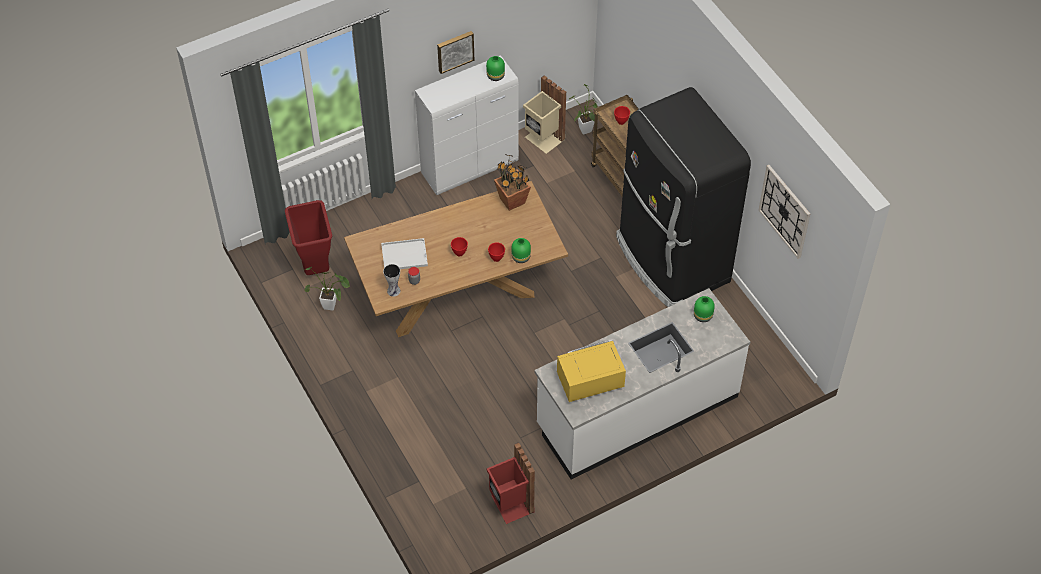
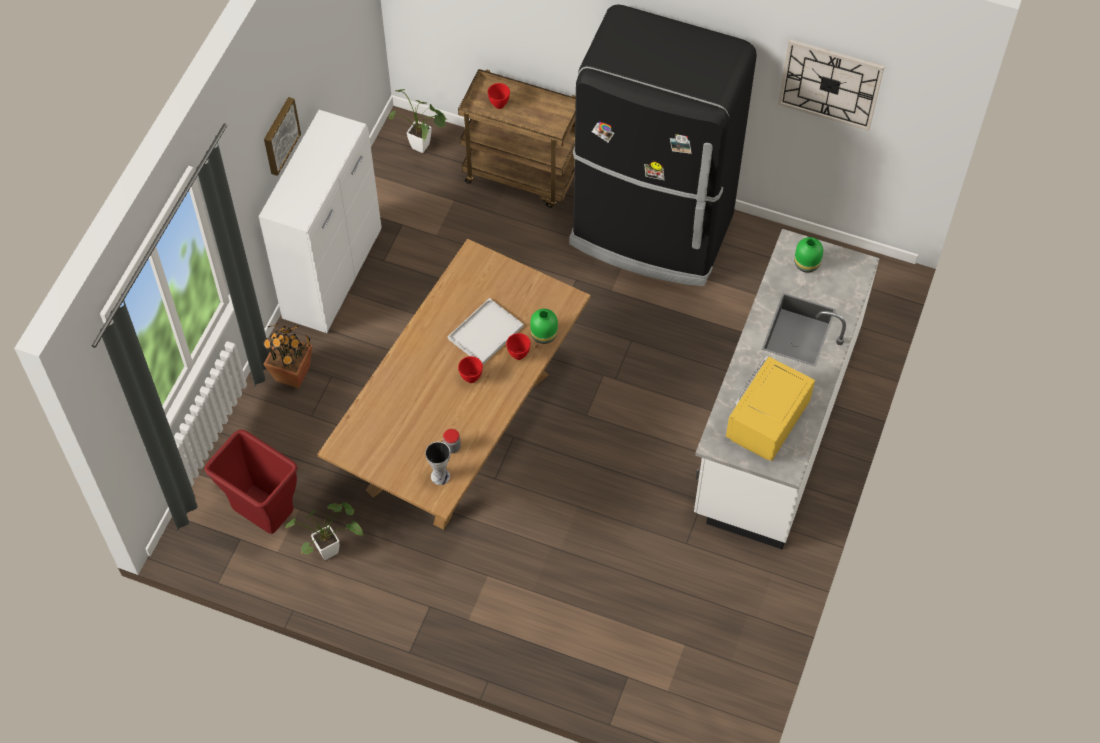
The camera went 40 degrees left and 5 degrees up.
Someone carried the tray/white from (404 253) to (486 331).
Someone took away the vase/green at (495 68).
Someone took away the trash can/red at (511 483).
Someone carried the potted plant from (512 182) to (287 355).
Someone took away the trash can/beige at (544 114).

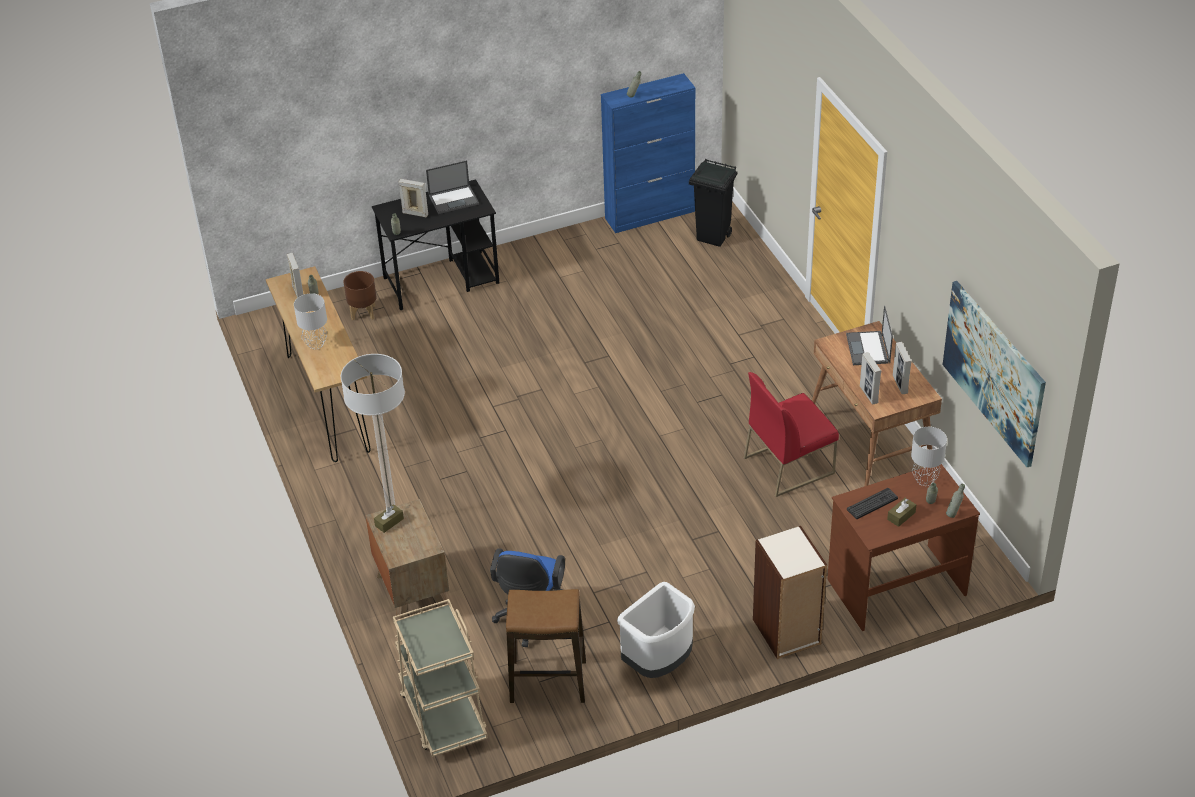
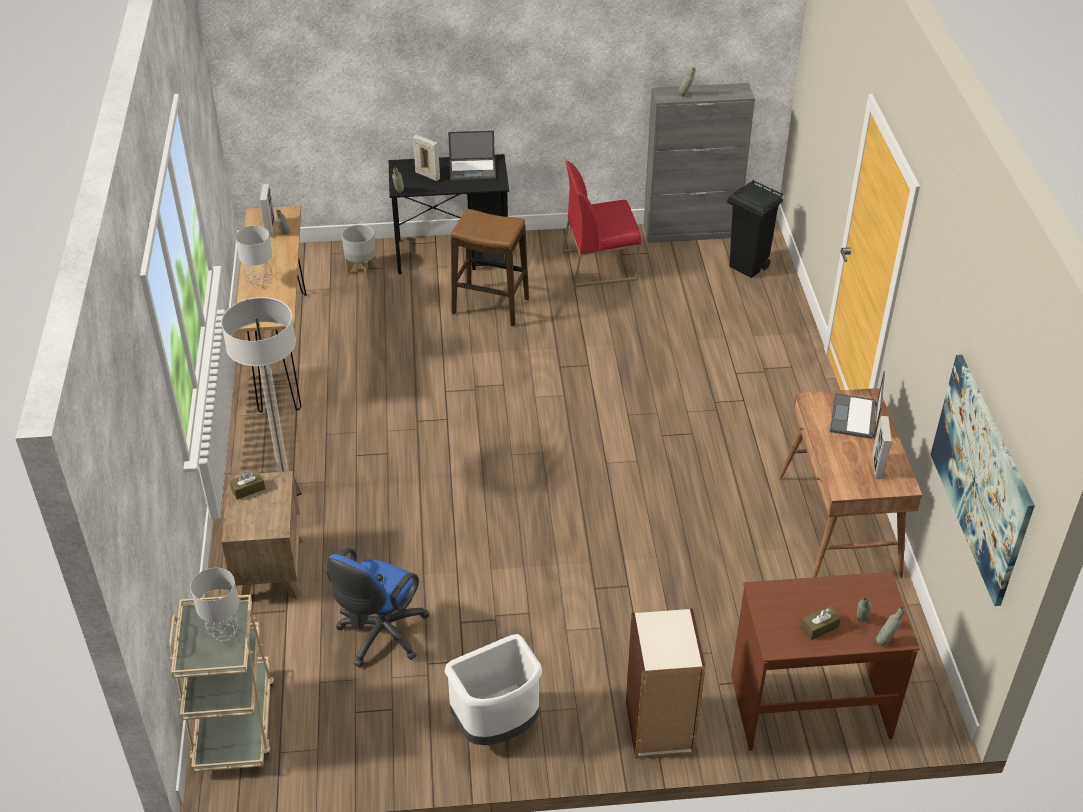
The camera went 15 degrees right and 0 degrees up.
Someone repainted the planter/brown at (360 295), which became the planter/grey at (359 251).
Someone carried the stool from (546 646) to (490 267).
Someone repainted the cabinet/blue at (648 153), which became the cabinet/grey at (699 163).
Someone carried the chair/red from (791 434) to (602 224).
Someone took away the keyboard at (872 503).
Someone took away the picture frame at (870 378).
Someone carried the table lamp/grey from (929 456) to (215 604).

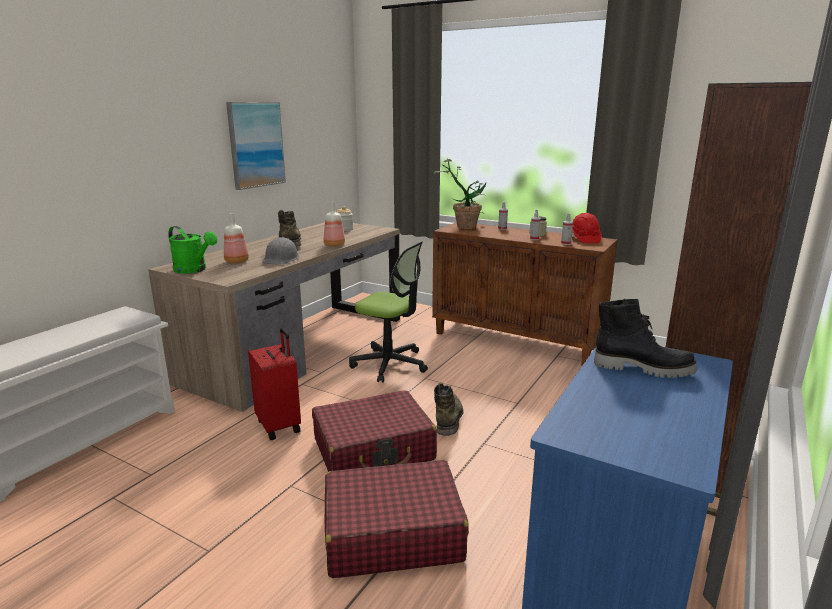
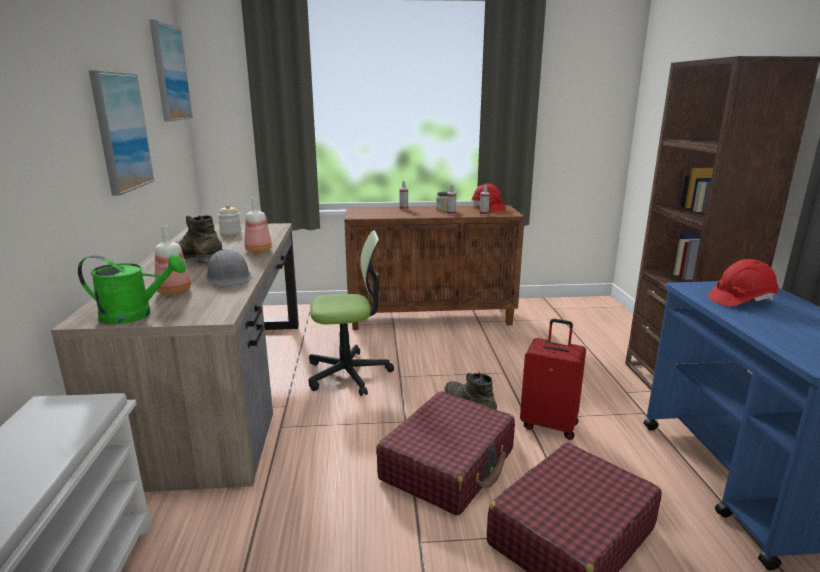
The camera went 35 degrees left and 0 degrees up.
Someone carried the suitcase/red from (274 384) to (553 379).
Someone took away the potted plant at (460 194).
Someone swapped the boot/black at (645 338) for the hard hat/red at (743 282).
Someone put up the picture at (171 70).

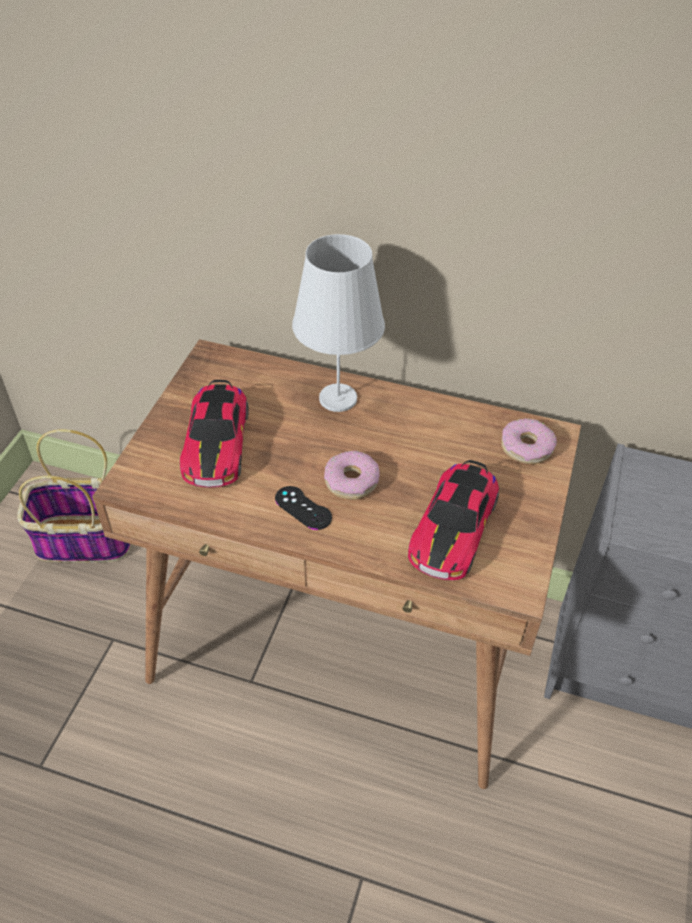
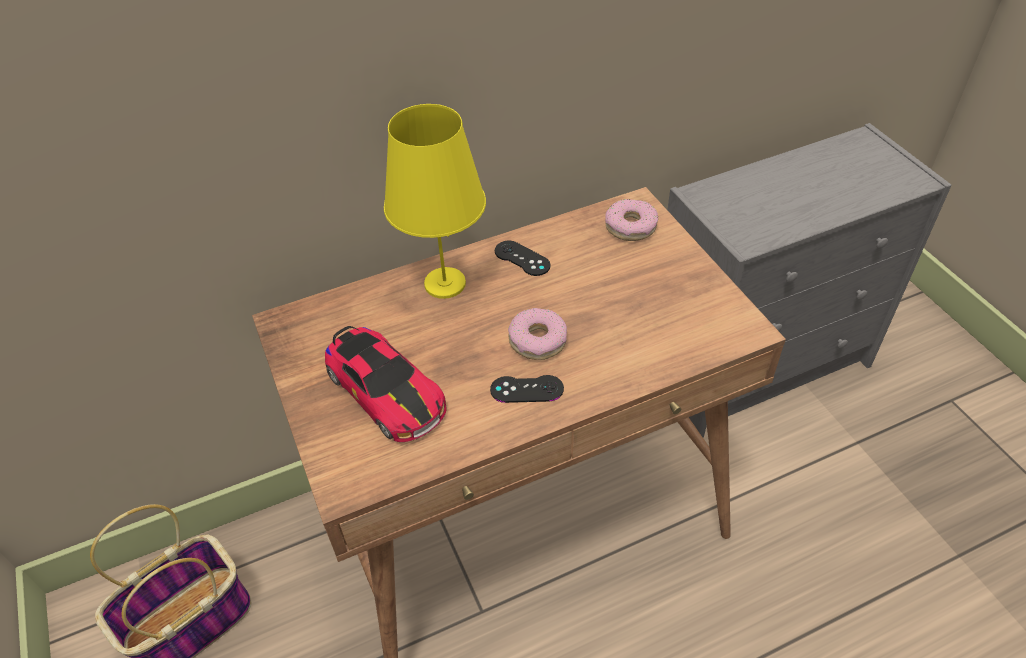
The camera went 40 degrees left and 0 degrees up.
Someone repainted the table lamp/white at (338 323), which became the table lamp/yellow at (435 201).
Someone took away the toy car at (453 520).
Someone put down the game controller/black at (522 258).

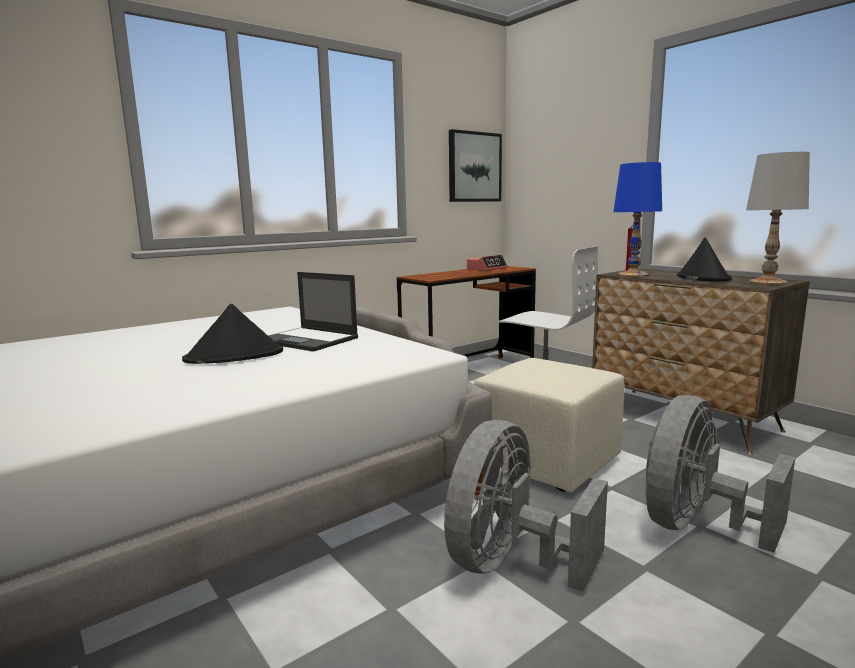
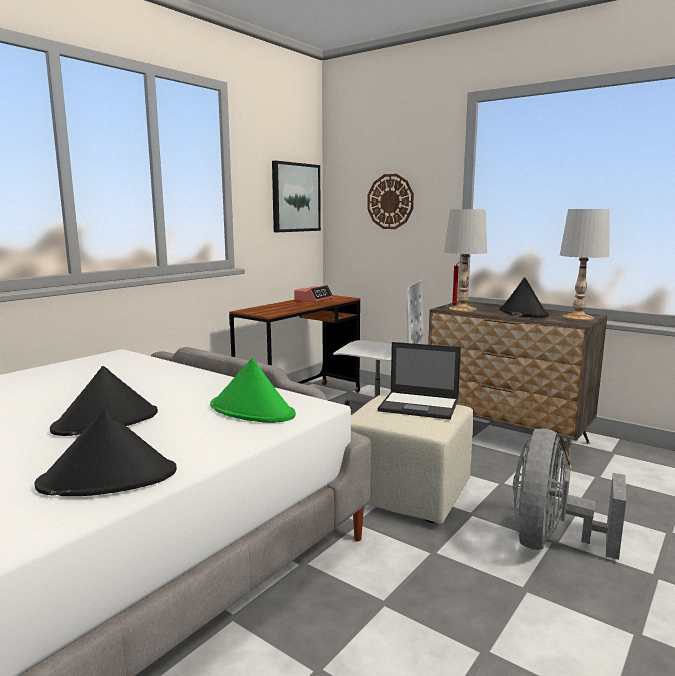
The camera went 15 degrees left and 0 degrees up.
Someone carried the laptop from (313 312) to (419 381).
Someone took away the fan/grey at (526 506).
Someone repainted the table lamp/blue at (637 219), which became the table lamp/white at (465 260).
Someone put down the hat/black at (106 452).
Someone put down the hat/green at (253 390).
Someone put up the wall clock at (390 201).

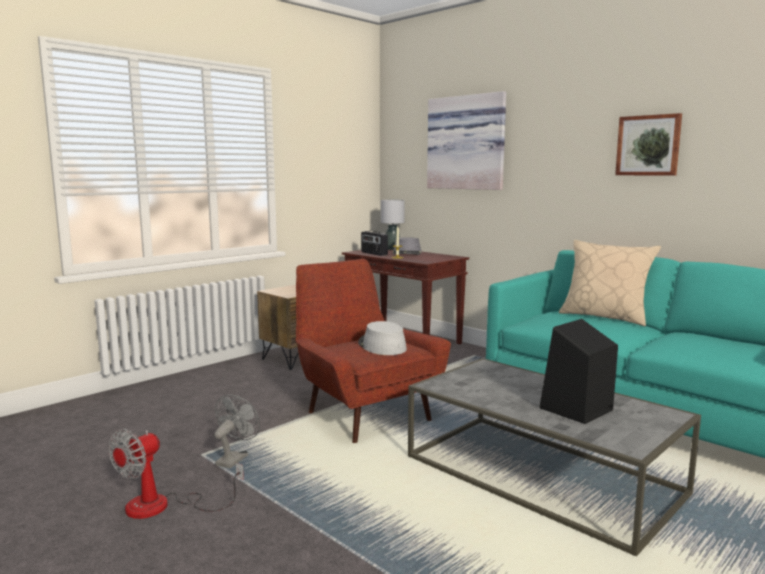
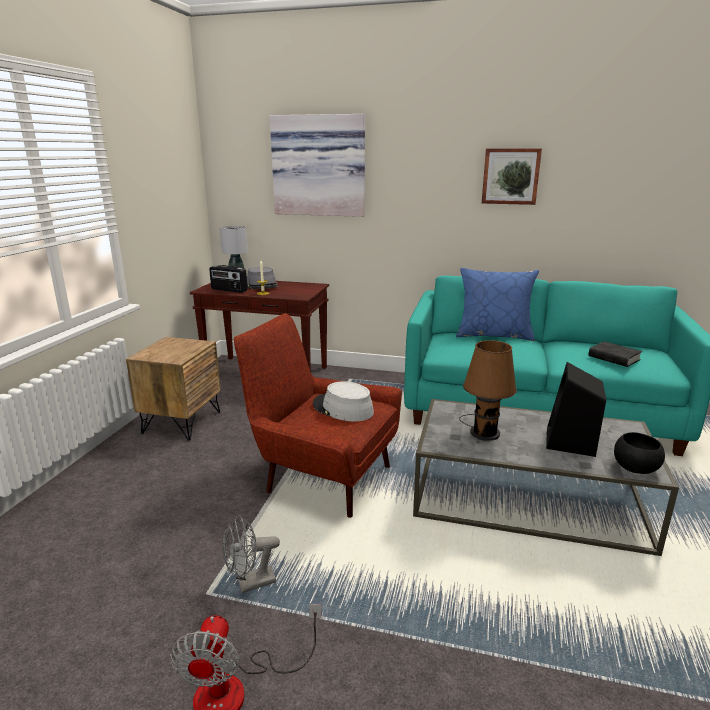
The camera went 30 degrees left and 10 degrees up.
Someone rotated the fan/grey at (237 431) by 105 degrees counterclockwise.
Someone repainted the pillow/beige at (610 283), which became the pillow/blue at (497 304).
Someone put down the table lamp/brown at (488 390).
Someone put down the book/black at (615 354).
Someone put down the bowl/black at (639 453).

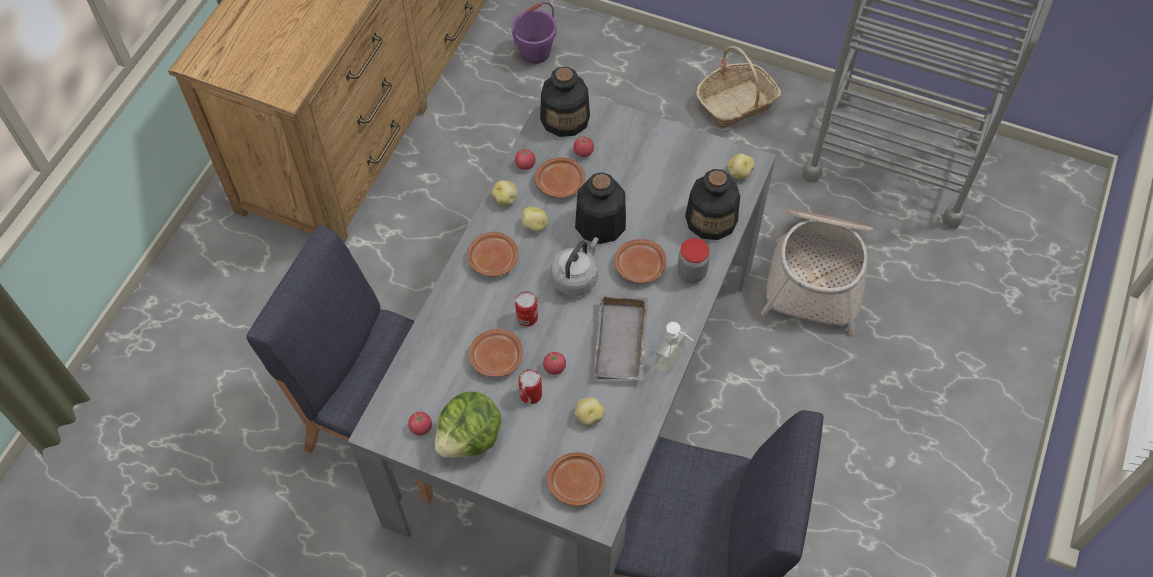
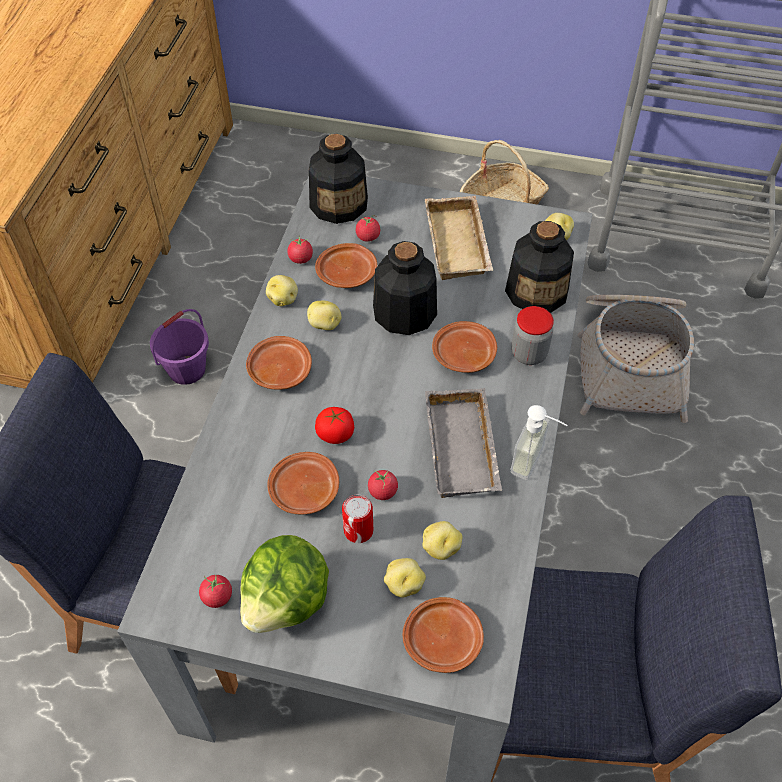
The camera went 10 degrees left and 5 degrees down.
Someone carried the bucket/purple from (534 33) to (179 347).
Someone swapped the can at (526 308) for the tomato at (334 425).
Someone took away the kettle/grey at (575 266).
Someone put down the potato at (405 577).
Someone put down the tray/beige at (459 238).

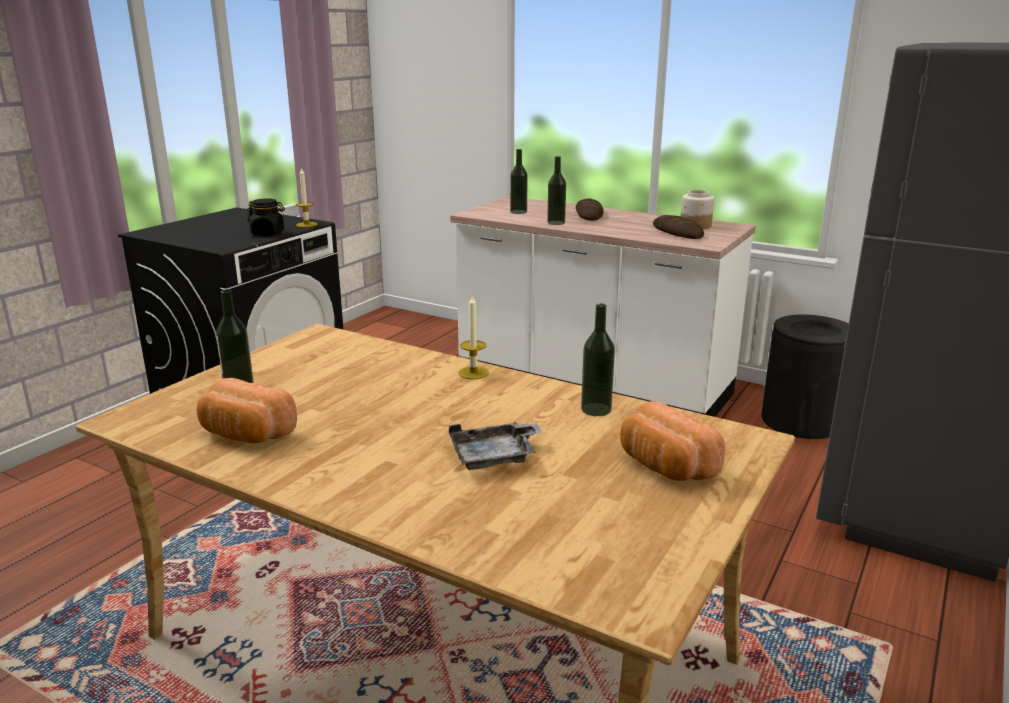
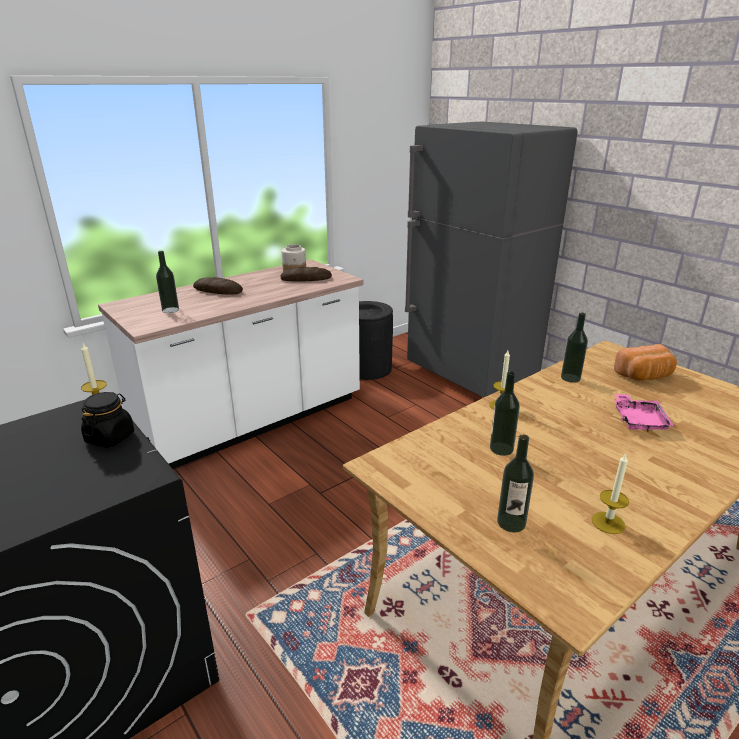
The camera went 70 degrees left and 5 degrees up.
Someone swapped the bread at (247 410) for the candle at (610 493).
Someone repainted the tray/grey at (496 446), which became the tray/pink at (644 413).
Someone carried the bottle from (556 190) to (505 413).

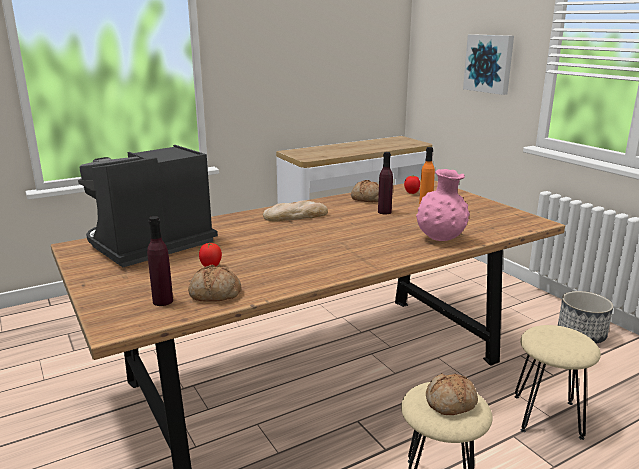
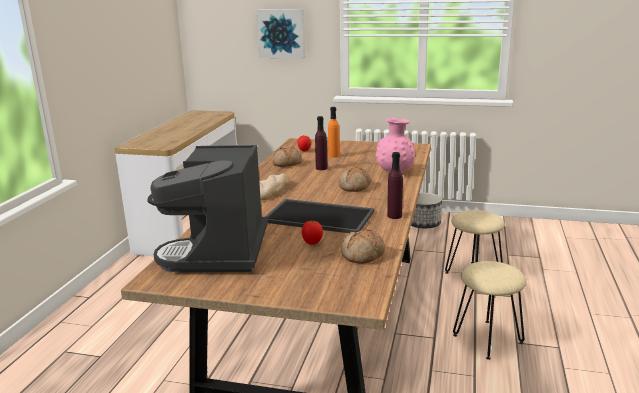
The camera went 45 degrees left and 0 degrees up.
Someone carried the bottle/purple from (160 261) to (395 185).
Someone carried the bread from (452 394) to (354 179).
Someone put down the tray at (319 216).

